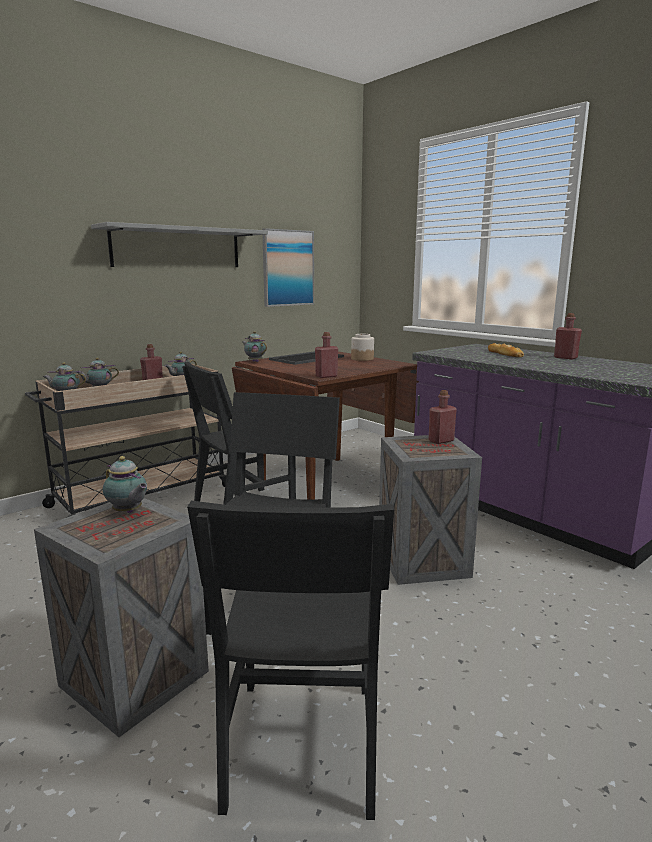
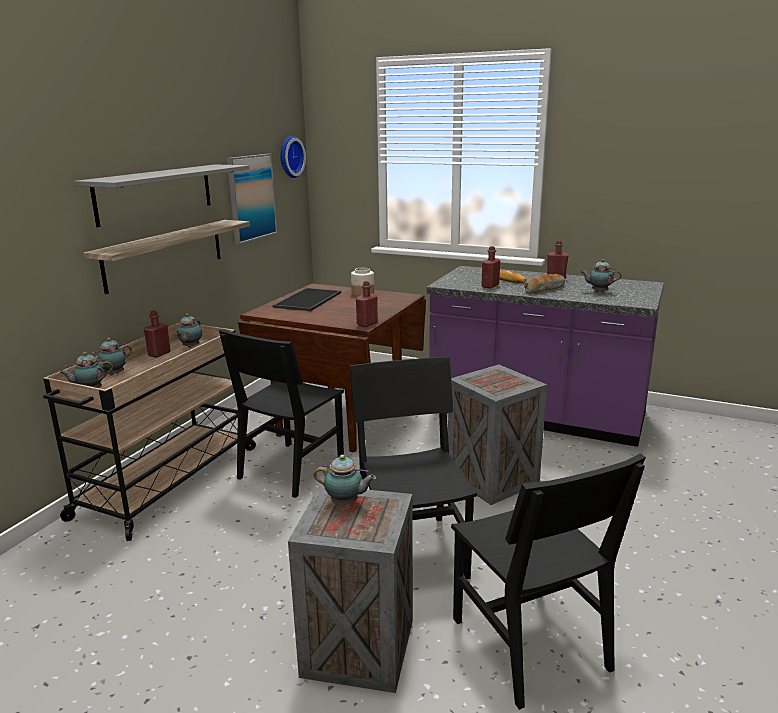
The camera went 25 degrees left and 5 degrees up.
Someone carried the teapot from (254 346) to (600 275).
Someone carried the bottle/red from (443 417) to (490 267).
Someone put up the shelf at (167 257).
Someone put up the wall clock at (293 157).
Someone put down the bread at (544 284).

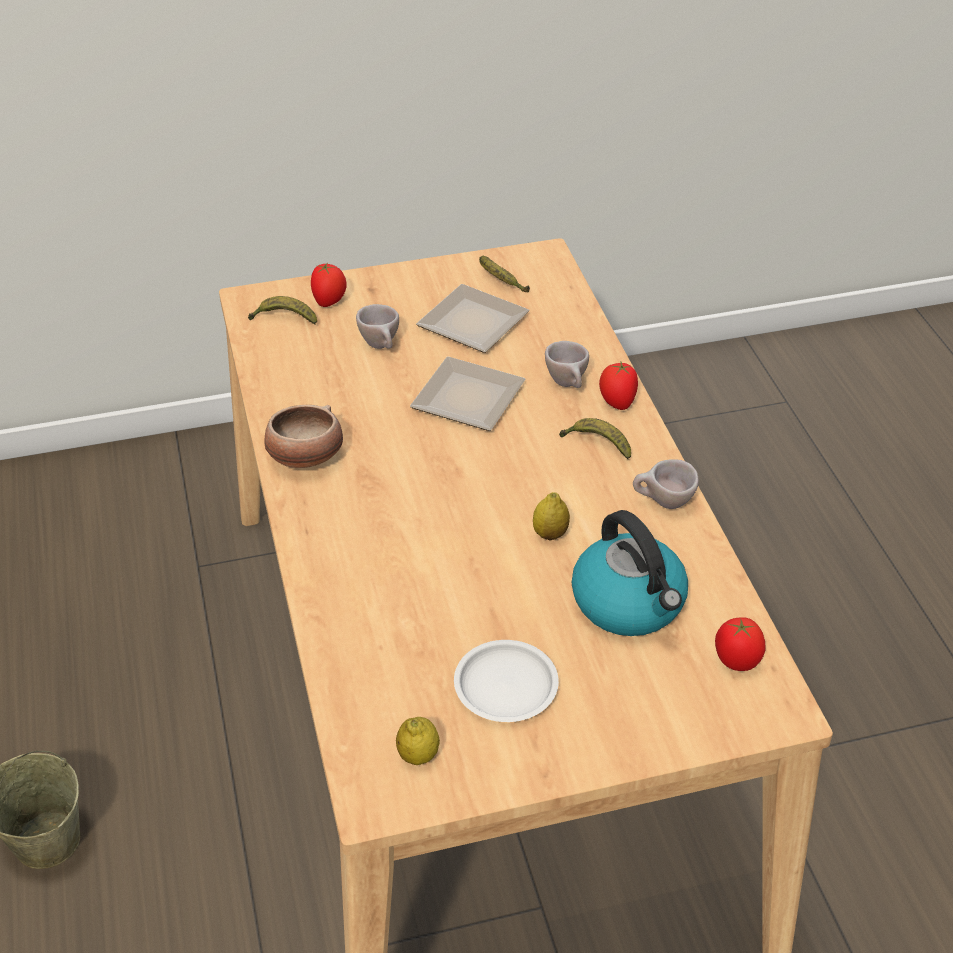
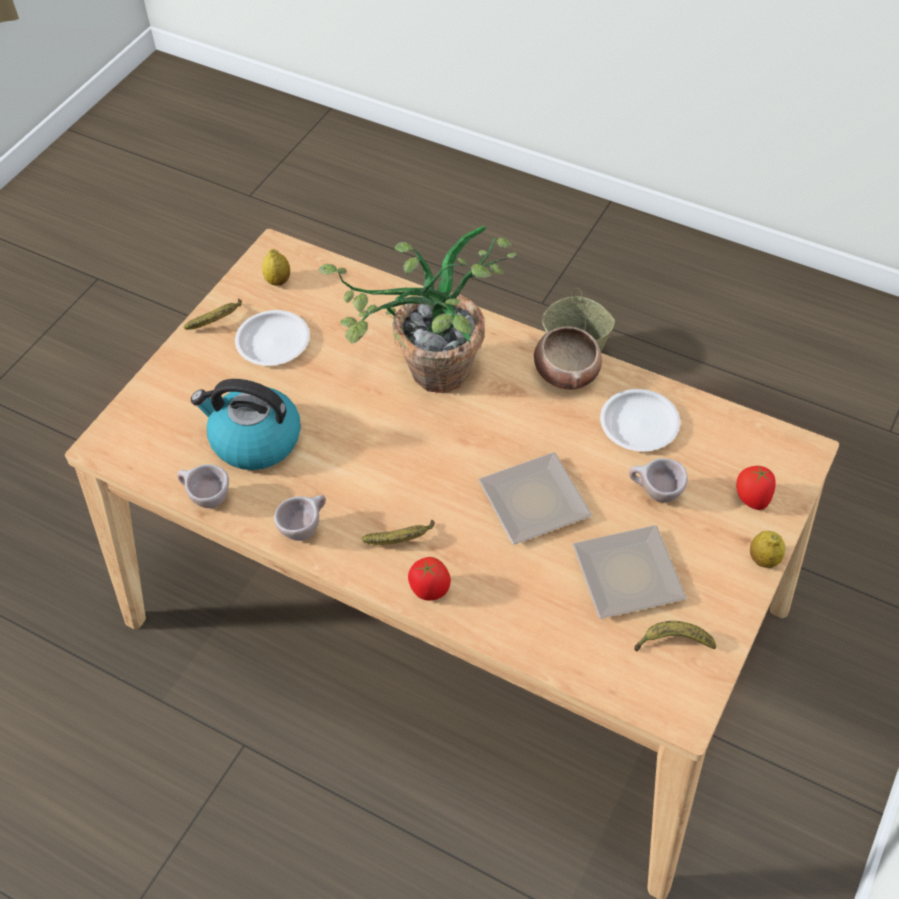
The camera went 135 degrees right and 10 degrees up.
Someone carried the banana from (282 310) to (213 314).
Someone carried the lemon from (551 516) to (767 549).
Someone carried the cup/beige from (567 364) to (203 486).
Someone took away the tomato at (740 644).
Someone put down the potted plant at (417 309).
Someone put down the plate/white at (640 420).

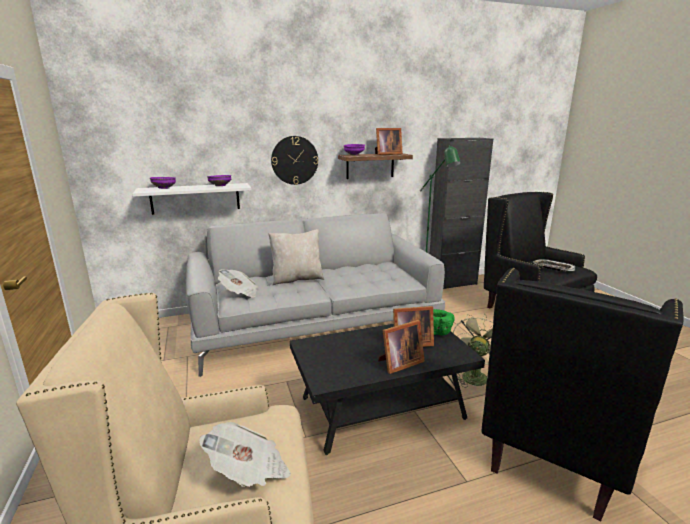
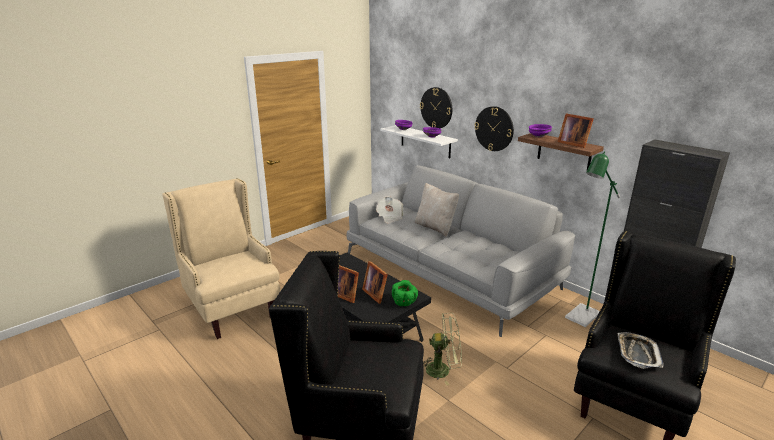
The camera went 65 degrees right and 5 degrees up.
Someone took away the newspaper at (245 454).
Someone put up the wall clock at (436 107).

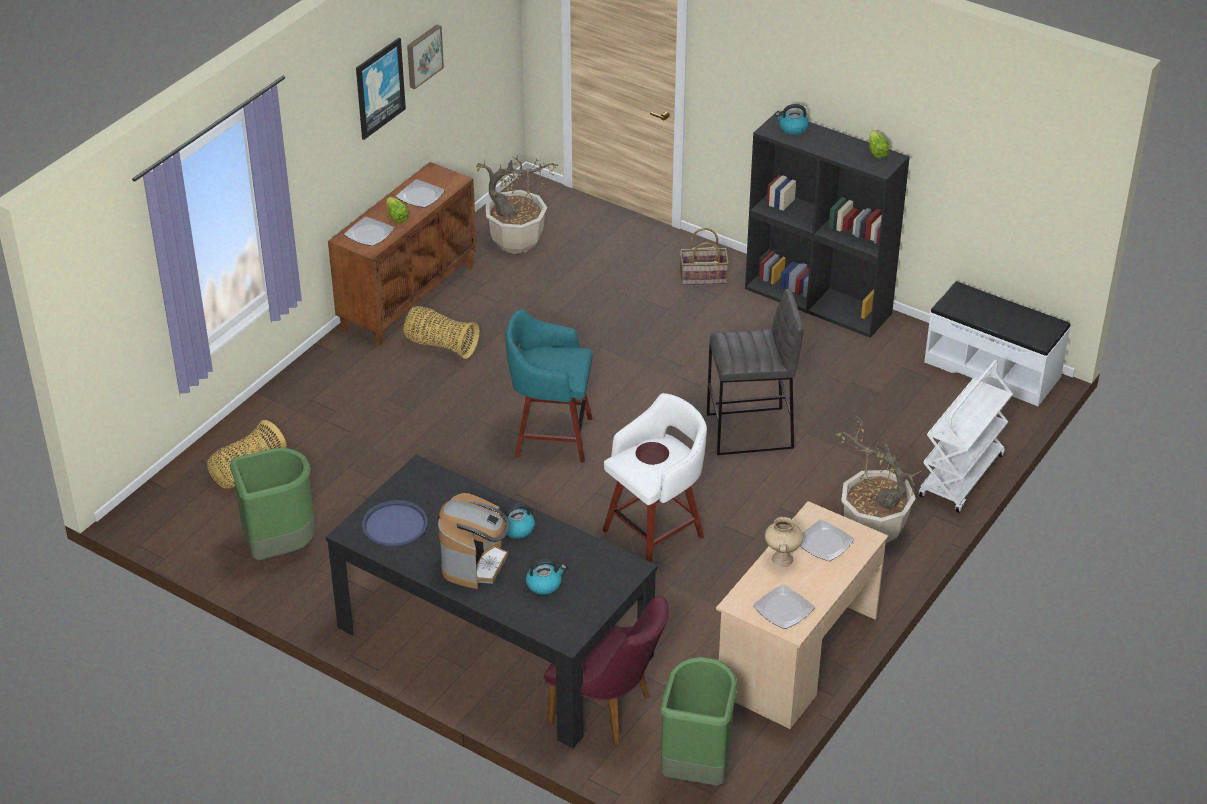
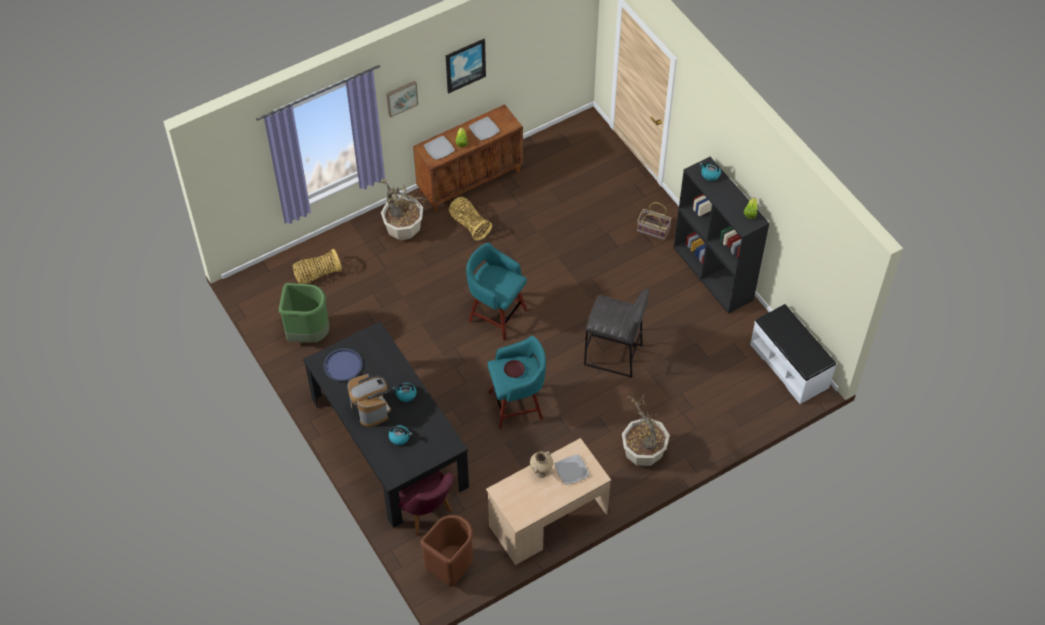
The camera went 25 degrees right and 15 degrees up.
Someone carried the picture from (425 57) to (402 99).
Someone rotated the coffee machine at (474 541) by 75 degrees counterclockwise.
Someone carried the potted plant from (517 205) to (404 209).
Someone repainted the stool/white at (654 478), which became the stool/turquoise at (517 382).
Someone repainted the trash can/green at (698 721), which became the trash can/brown at (446 550).
Someone took away the plate at (784 606).
Someone took away the cart/white at (966 436).

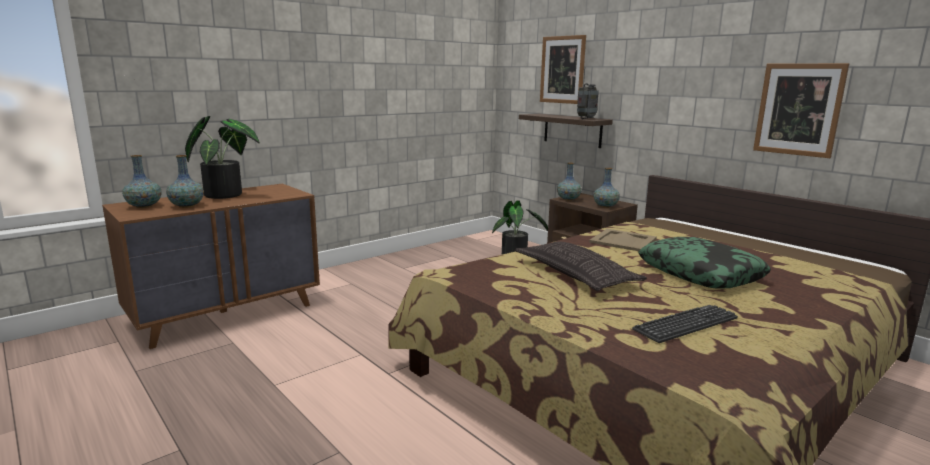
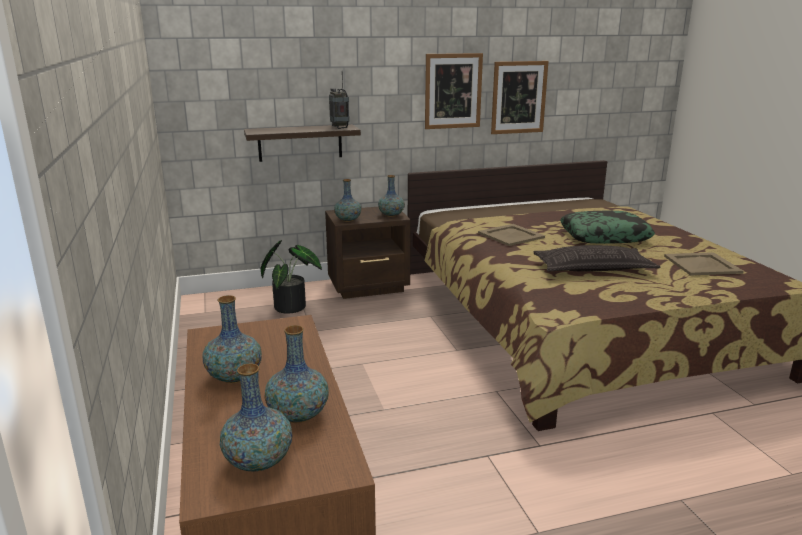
The camera went 65 degrees left and 5 degrees up.
Someone swapped the potted plant at (222 157) for the vase at (232 339).
Someone carried the picture from (563 69) to (454 91).
Someone swapped the keyboard at (685 324) for the tray/beige at (704 263).

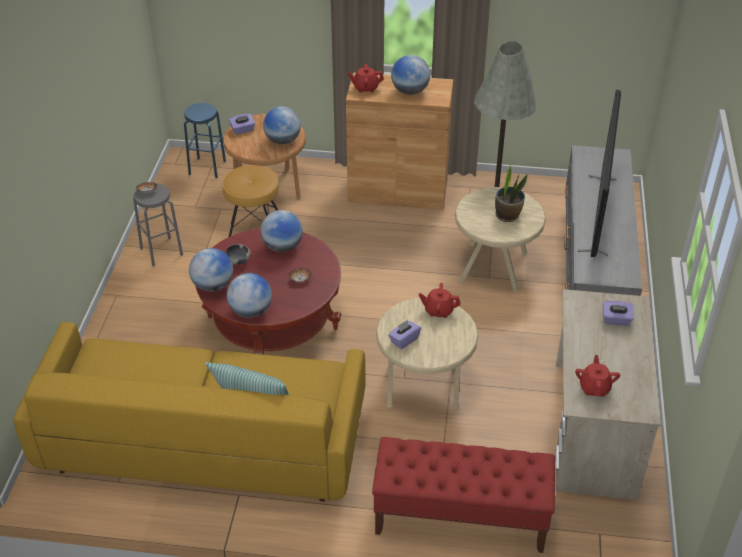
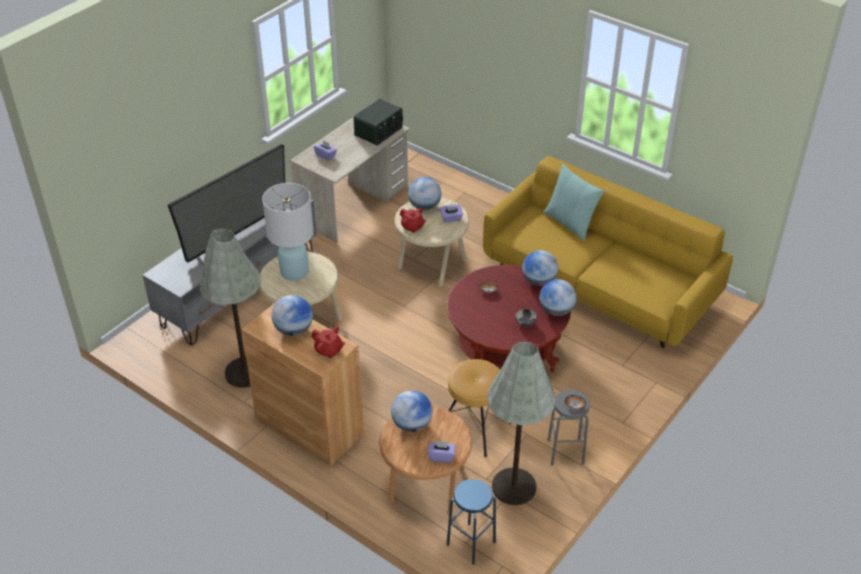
The camera went 150 degrees left and 0 degrees up.
Someone carried the globe from (281 231) to (424 194).
Someone took away the bench/red at (463 495).
Someone swapped the potted plant at (511 193) for the table lamp/white at (288 232).
Someone swapped the teapot/red at (597 376) for the radio at (378 122).
Someone put down the floor lamp/grey at (521 423).

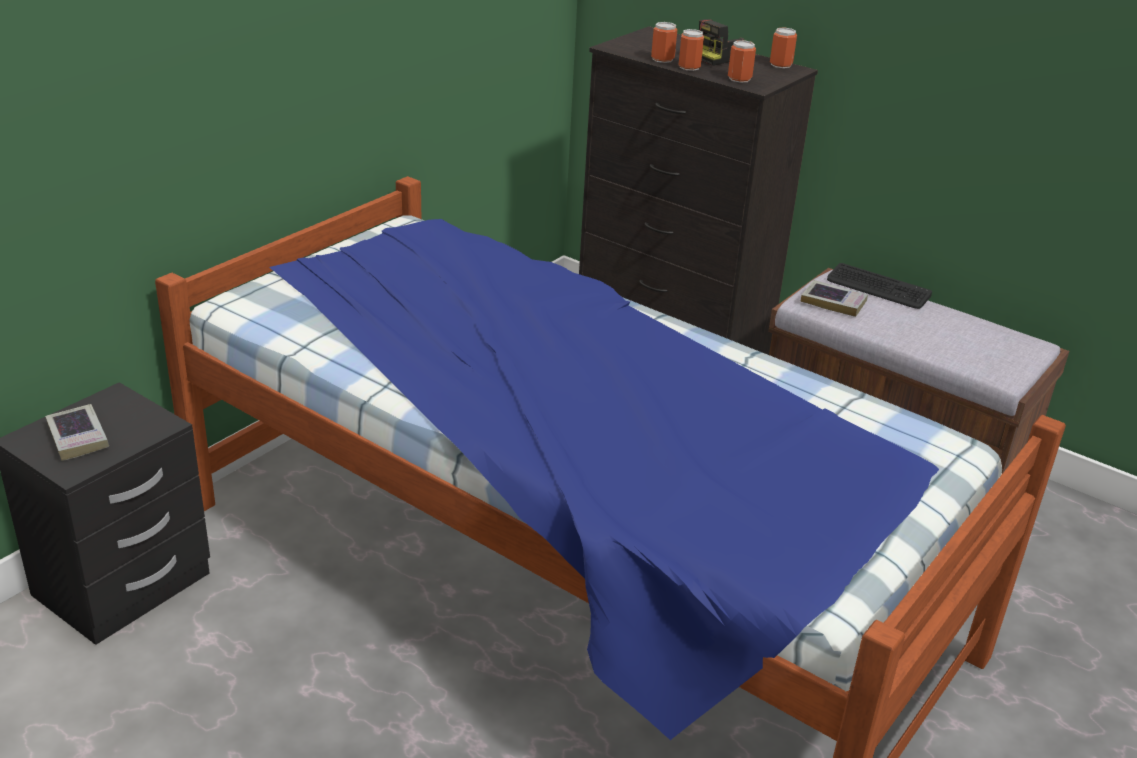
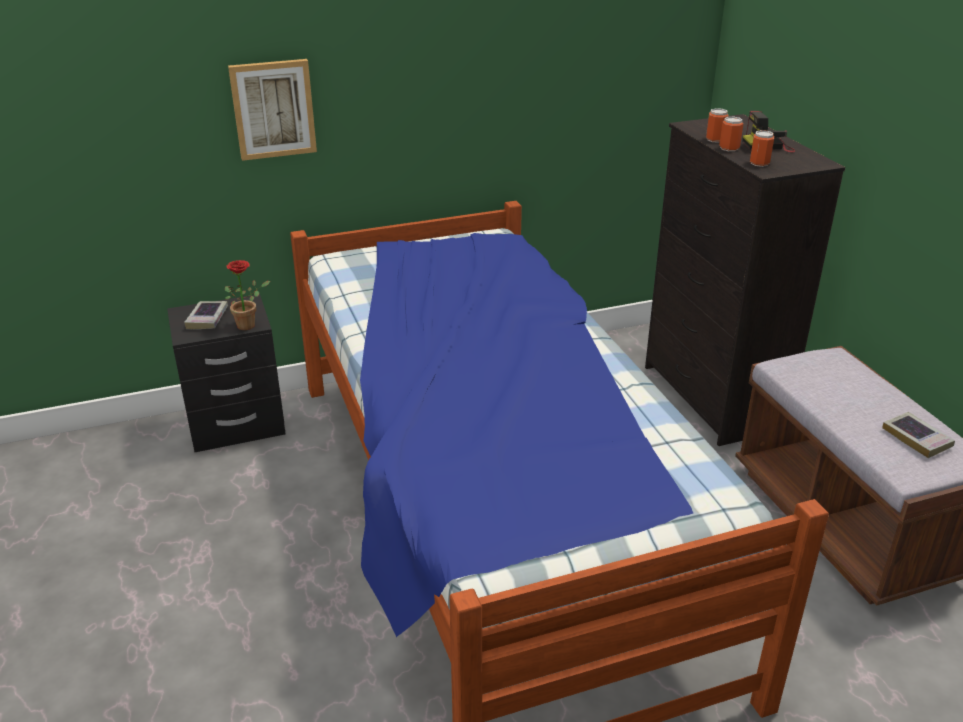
The camera went 35 degrees right and 0 degrees up.
Someone took away the can at (783 47).
Someone carried the book from (834 298) to (918 435).
Someone took away the keyboard at (879 286).
Someone put down the potted plant at (247 295).
Someone put up the picture at (272 110).

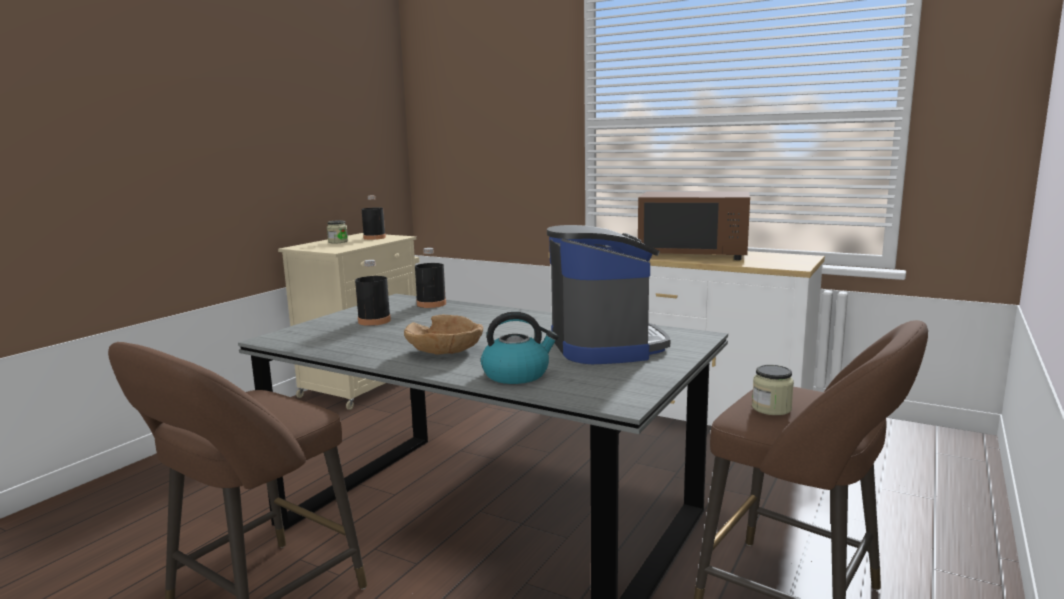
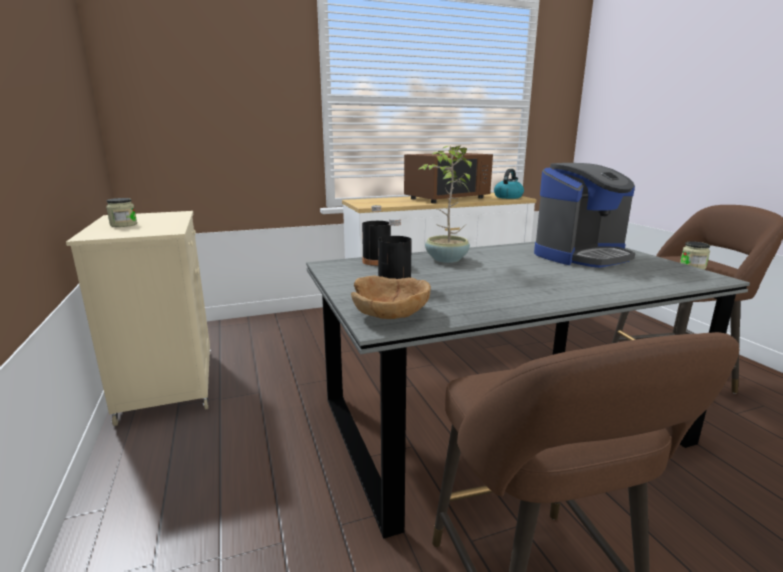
The camera went 50 degrees left and 5 degrees up.
Someone took away the bottle/black at (374 217).
Someone carried the bowl/brown from (443 335) to (391 297).
Someone carried the kettle from (519 348) to (509 184).
Someone rotated the coffee machine at (608 294) by 120 degrees clockwise.
Someone put down the potted plant at (445 204).

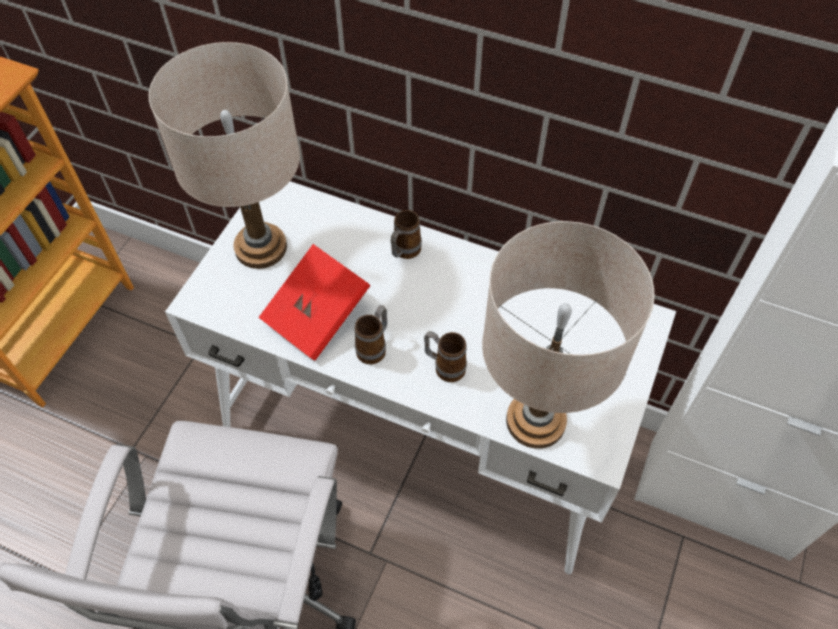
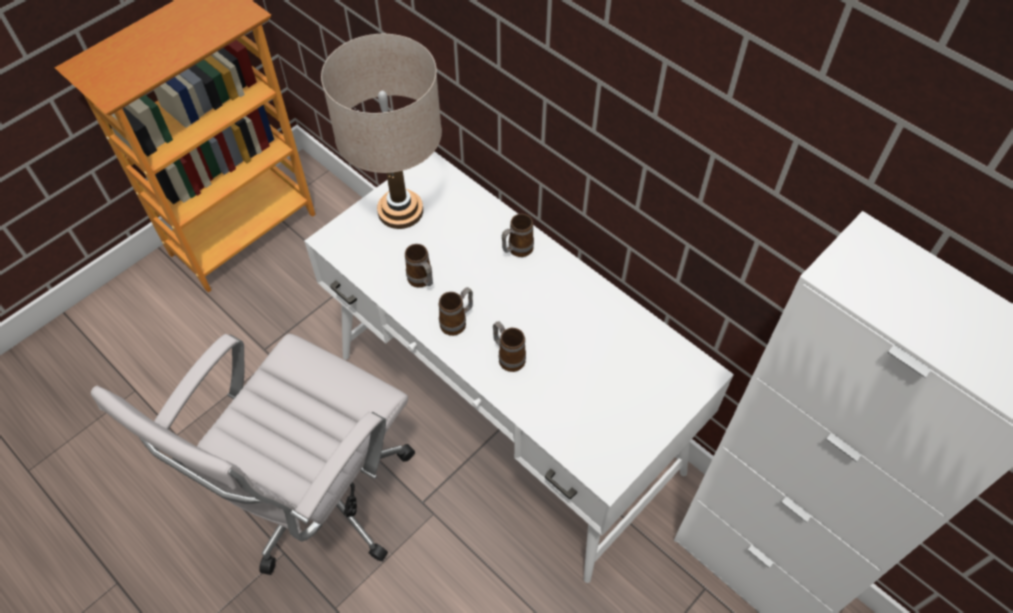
The camera went 20 degrees right and 0 degrees up.
Someone swapped the book/red at (315 302) for the mug at (419 266).
Someone took away the table lamp/beige at (568 335).

